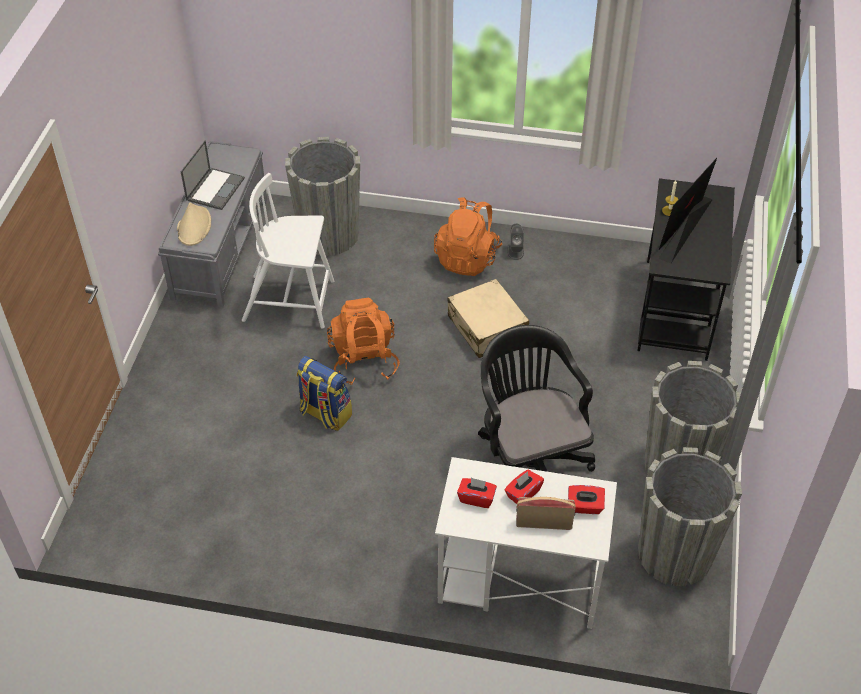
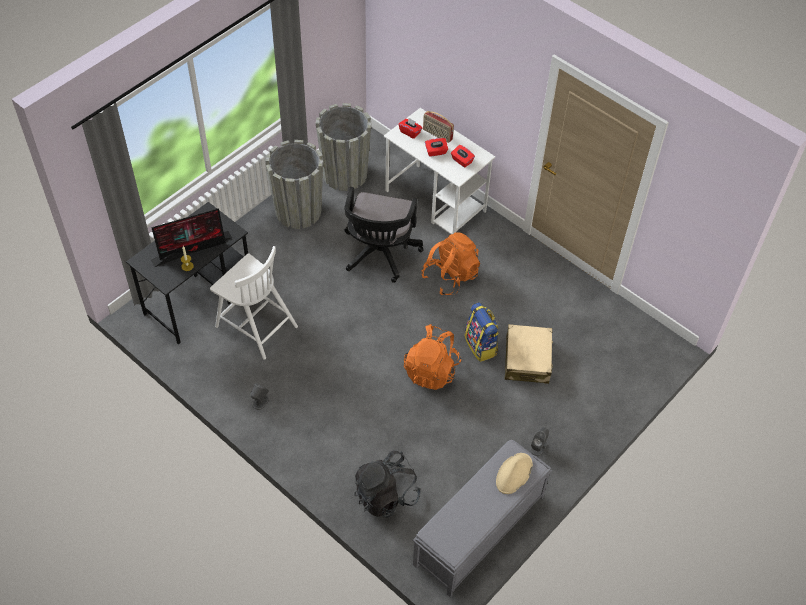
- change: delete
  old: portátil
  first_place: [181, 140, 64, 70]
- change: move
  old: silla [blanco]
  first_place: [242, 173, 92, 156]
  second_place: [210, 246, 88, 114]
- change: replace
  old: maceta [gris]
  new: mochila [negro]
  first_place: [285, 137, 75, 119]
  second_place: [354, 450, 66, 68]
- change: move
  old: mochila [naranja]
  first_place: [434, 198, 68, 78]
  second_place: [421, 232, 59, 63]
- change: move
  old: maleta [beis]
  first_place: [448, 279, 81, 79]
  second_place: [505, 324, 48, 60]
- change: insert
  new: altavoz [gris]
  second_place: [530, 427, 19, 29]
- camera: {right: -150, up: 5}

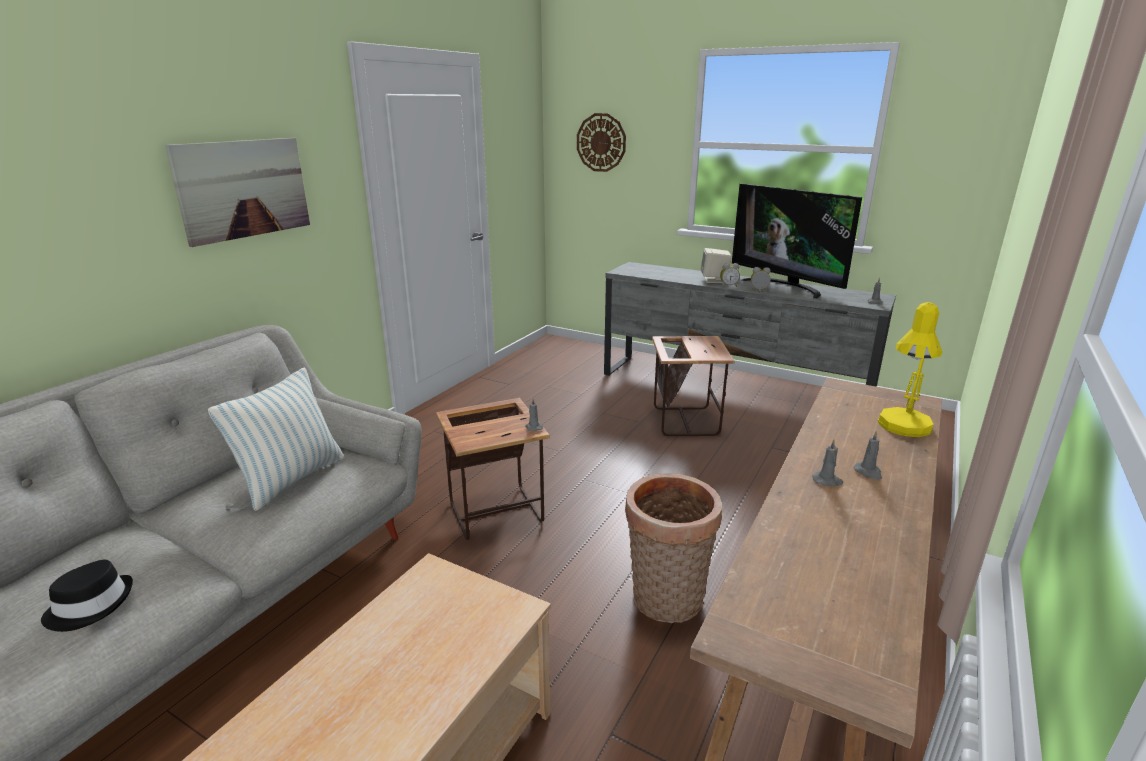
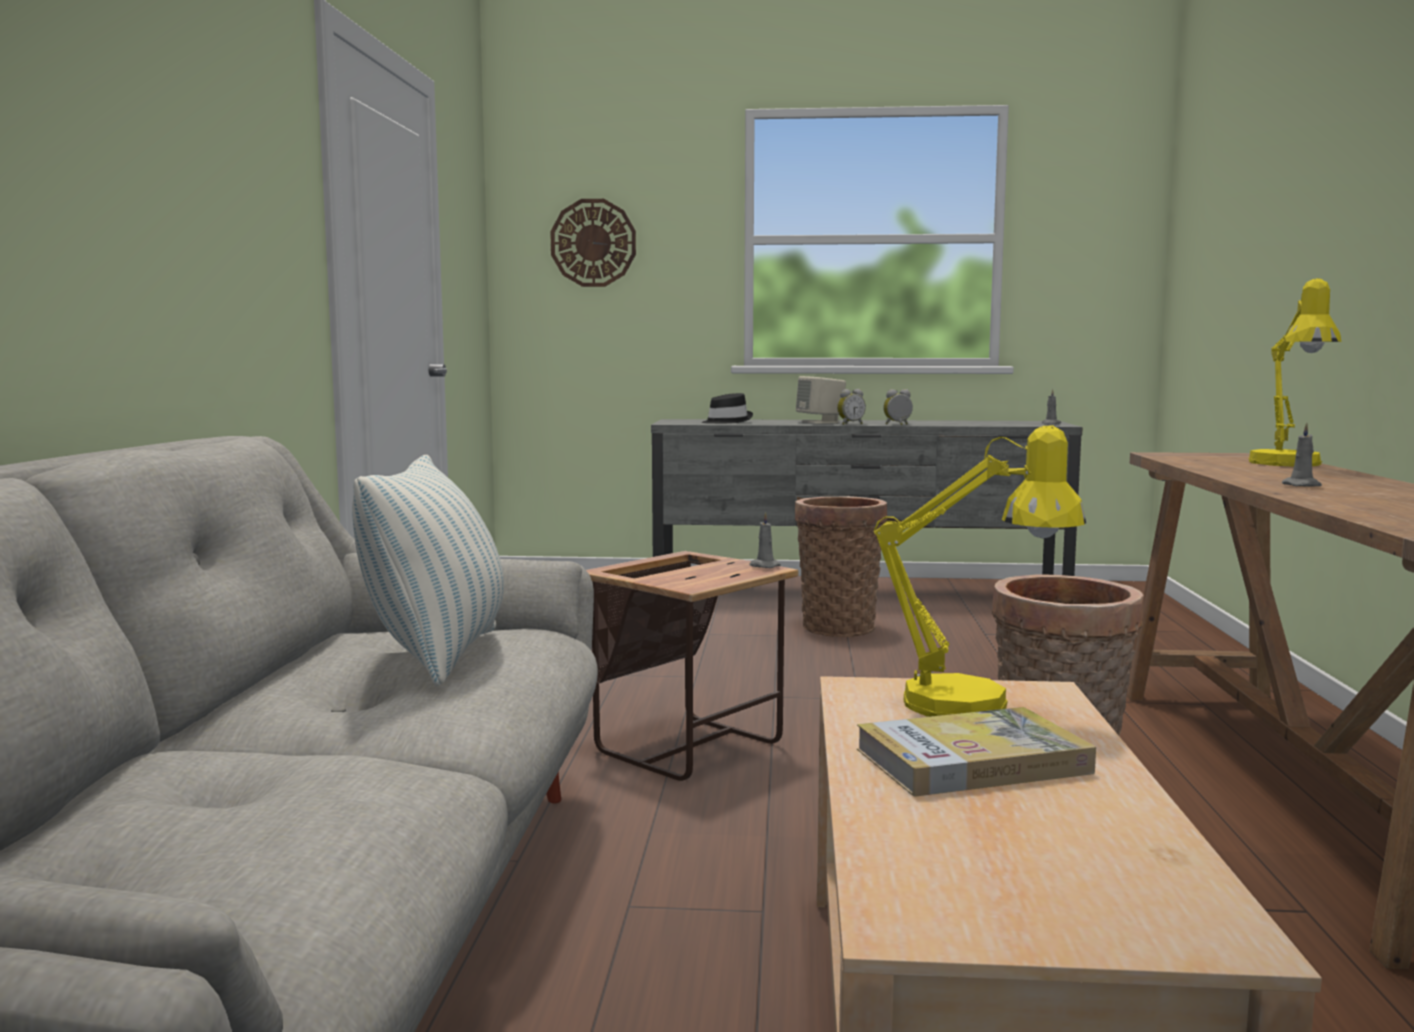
- change: move
  old: sombrero [negro]
  first_place: [41, 560, 92, 72]
  second_place: [701, 393, 52, 31]
- change: delete
  old: cuadro
  first_place: [165, 138, 145, 109]
- change: replace
  old: mesa auxiliar
  new: cesta
  first_place: [652, 336, 83, 100]
  second_place: [795, 496, 92, 141]
- change: delete
  old: televisor
  first_place: [732, 184, 130, 115]
- change: delete
  old: vela [gris]
  first_place: [854, 431, 28, 49]
- change: insert
  new: libro
  second_place: [857, 707, 239, 90]
- change: insert
  new: lámpara de mesa [amarillo]
  second_place: [874, 425, 212, 292]
- camera: {right: -25, up: -15}

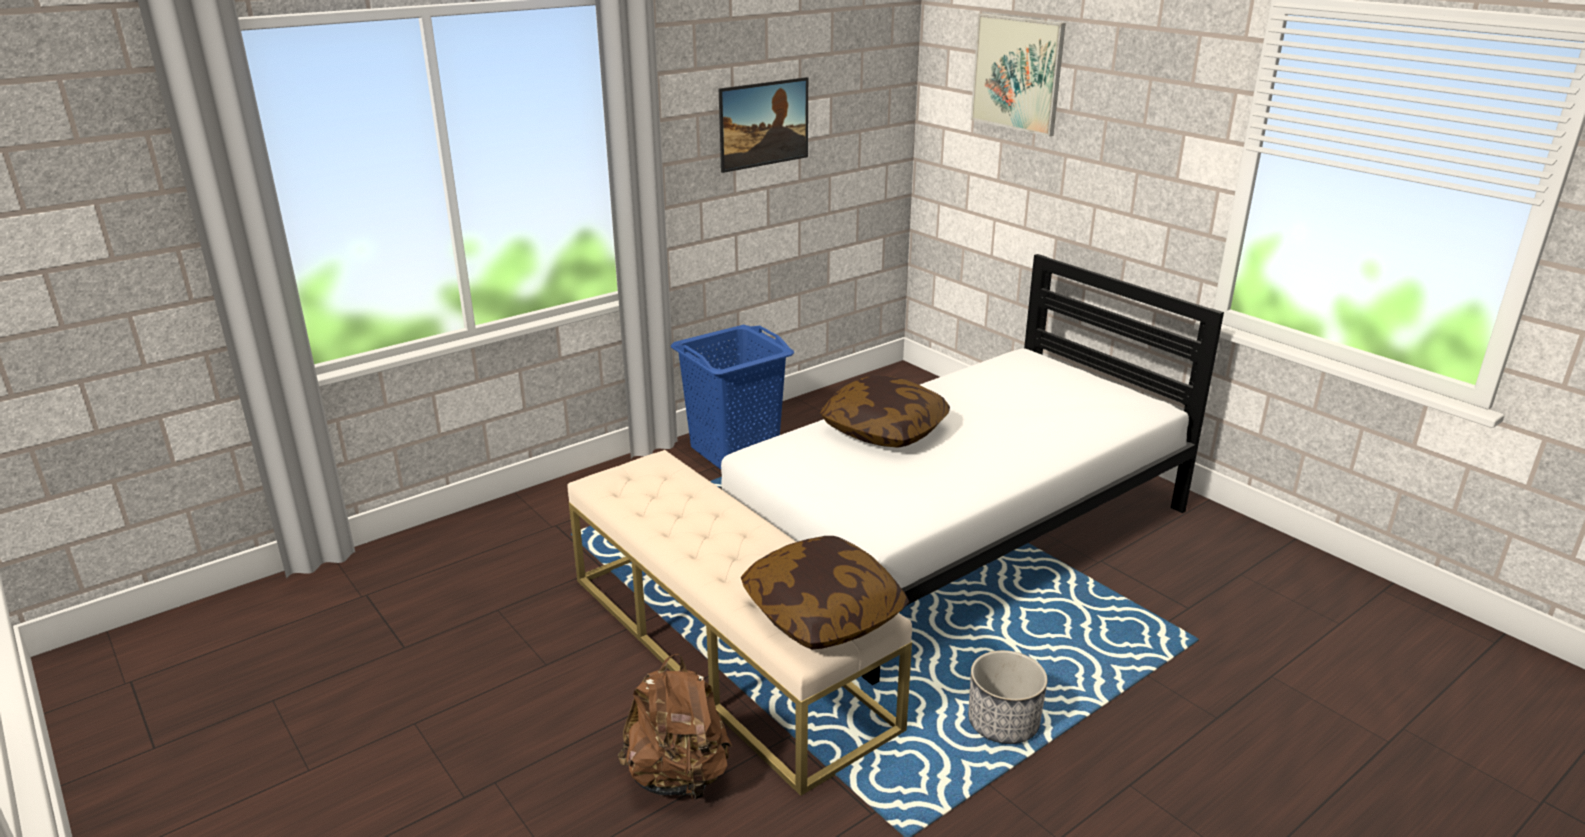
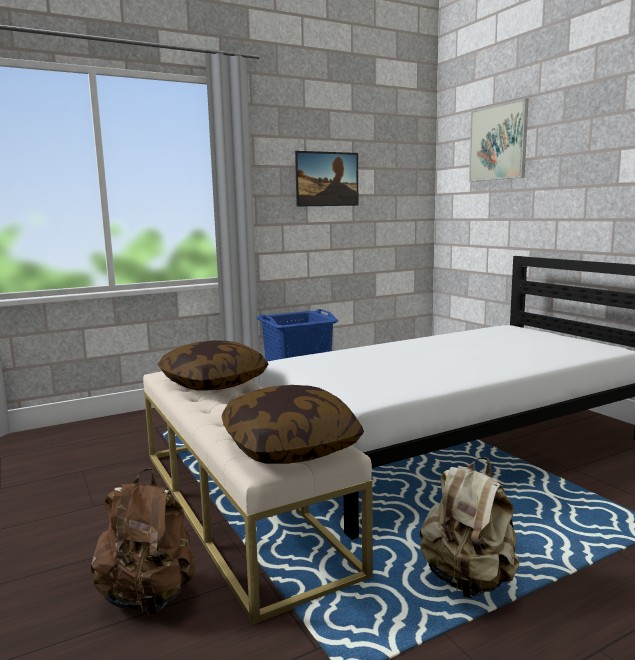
- change: move
  old: cojín
  first_place: [820, 375, 130, 73]
  second_place: [158, 340, 110, 51]
- change: replace
  old: maceta
  new: mochila [beis]
  first_place: [968, 650, 80, 94]
  second_place: [420, 457, 99, 141]
- camera: {right: 10, up: -15}

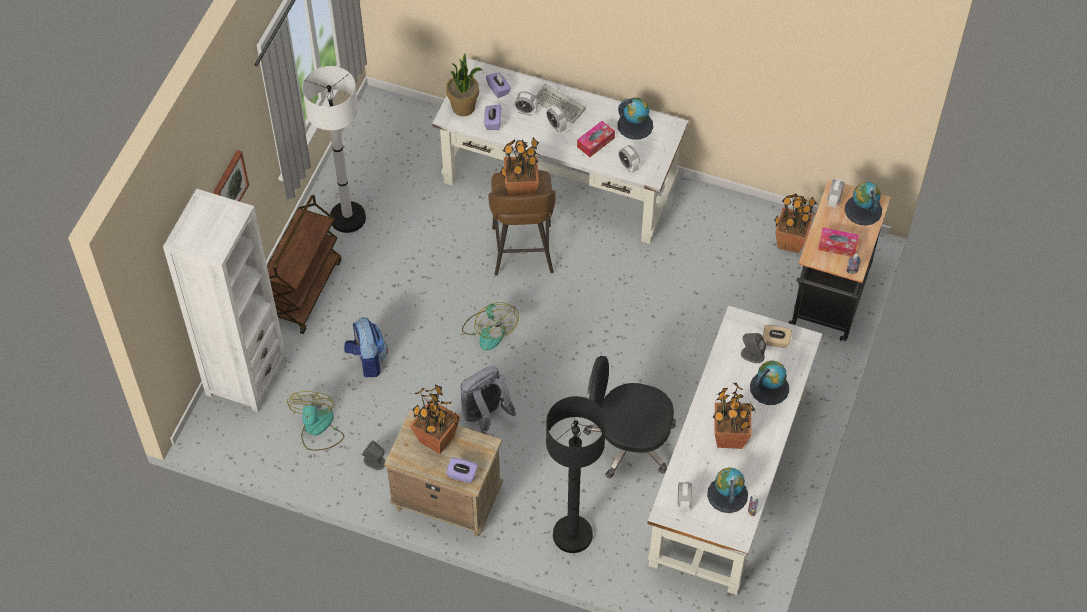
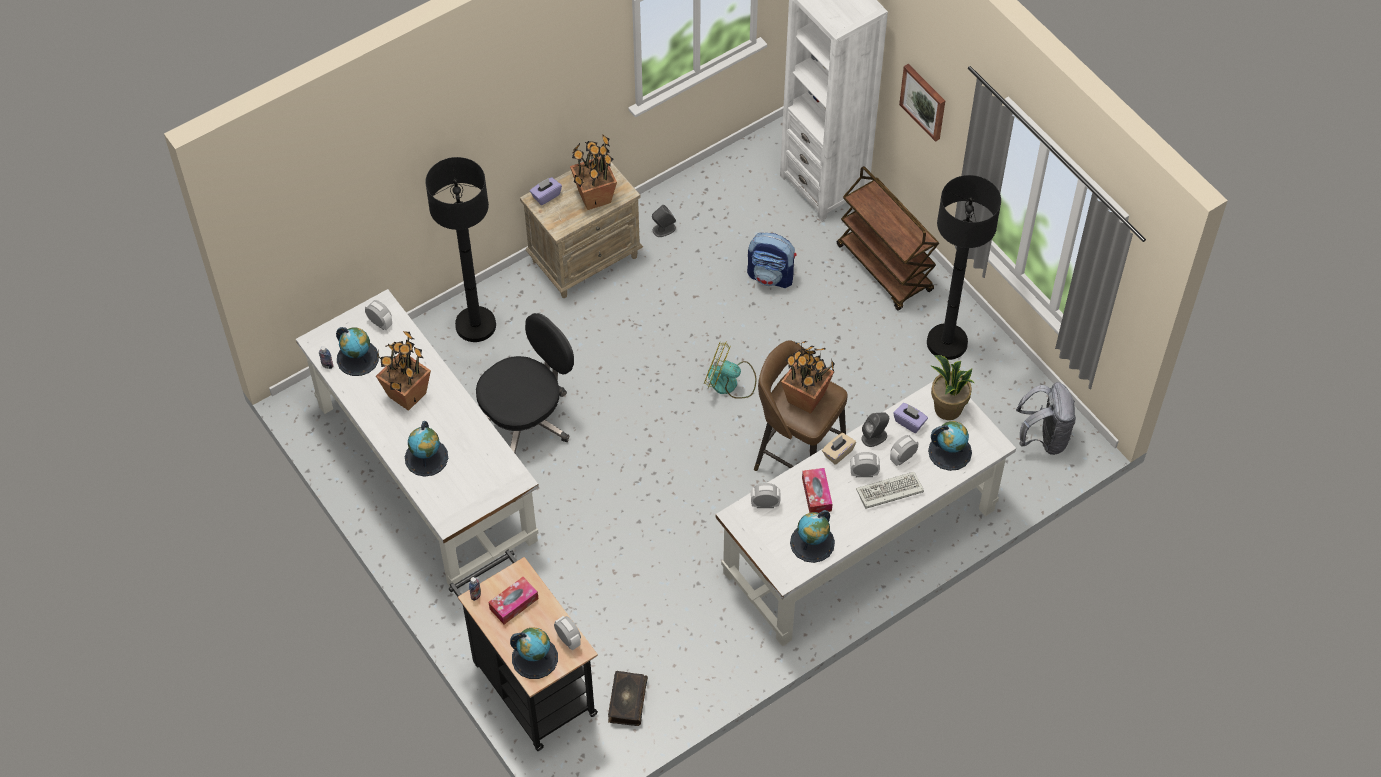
- change: delete
  old: ventilador
  first_place: [287, 391, 57, 60]
- change: recolor
  old: lámpara de pie [blanco]
  new: lámpara de pie [negro]
  first_place: [302, 66, 64, 167]
  second_place: [927, 175, 74, 185]
- change: move
  old: mochila [gris]
  first_place: [460, 366, 56, 68]
  second_place: [1016, 382, 60, 73]
- change: replace
  old: caja de pañuelos [morado]
  new: globo terráqueo
  first_place: [486, 72, 25, 26]
  second_place: [928, 421, 44, 50]
- change: move
  old: altavoz [gris]
  first_place: [741, 333, 25, 30]
  second_place: [861, 412, 28, 35]
- change: move
  old: caja de pañuelos [beis]
  first_place: [763, 325, 29, 23]
  second_place: [822, 433, 34, 32]
- change: replace
  old: planta en maceta
  new: libro
  first_place: [775, 193, 42, 60]
  second_place: [608, 671, 40, 55]
- camera: {right: 125, up: 0}

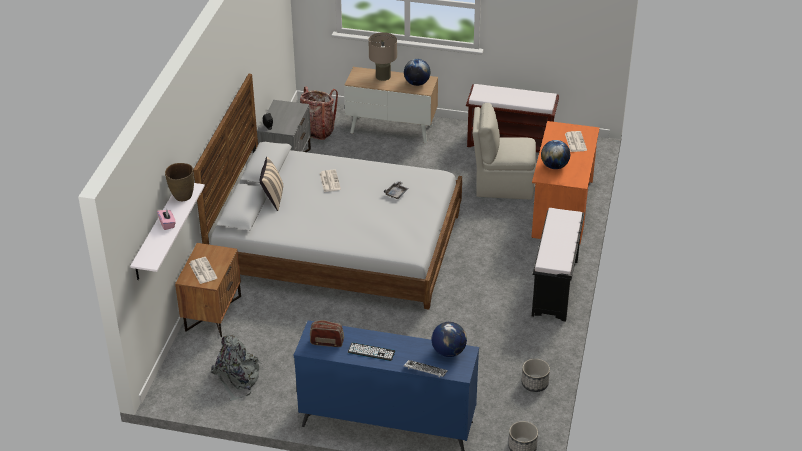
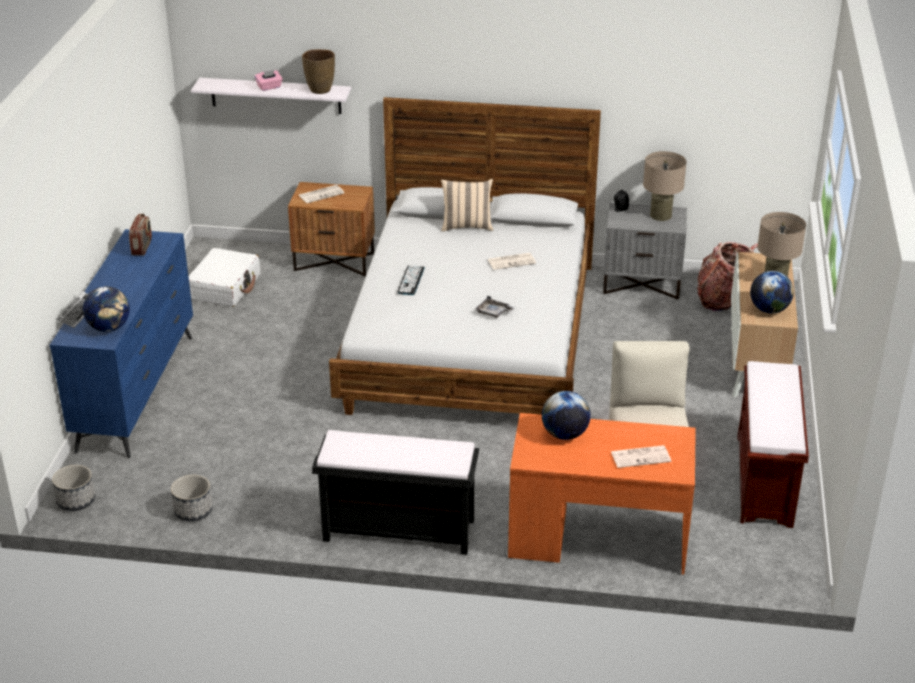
- change: replace
  old: mochila [gris]
  new: maleta [blanco]
  first_place: [211, 335, 51, 66]
  second_place: [188, 248, 72, 59]
- change: move
  old: teclado
  first_place: [348, 342, 47, 19]
  second_place: [397, 265, 28, 30]
- change: insert
  new: lámpara de mesa [beis]
  second_place: [643, 151, 44, 70]
- camera: {right: 85, up: -5}

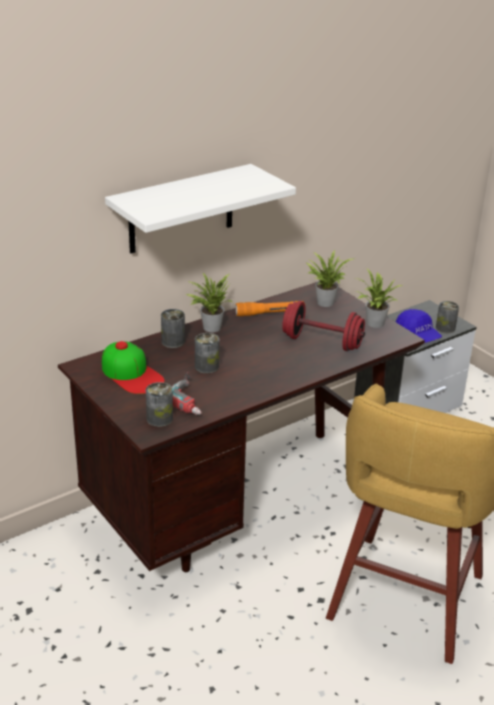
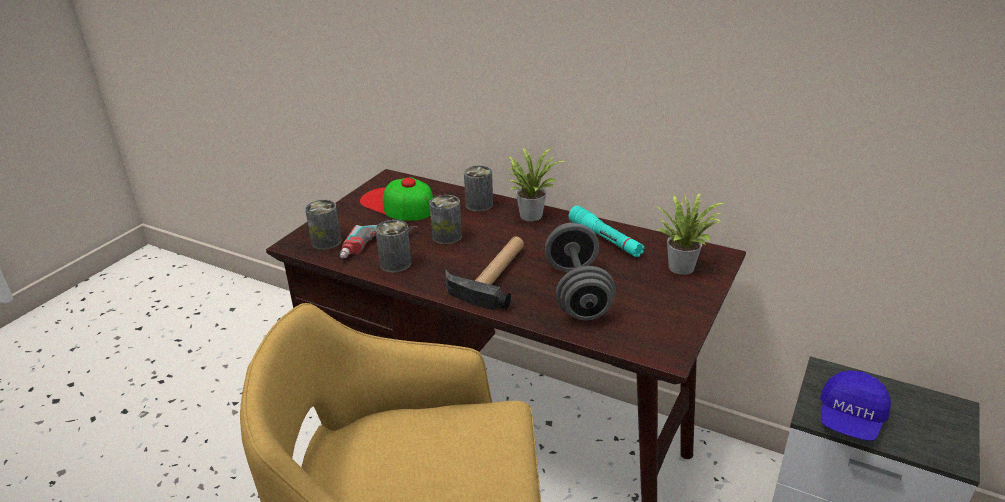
- change: rotate
  old: gorra
  first_place: [102, 341, 63, 53]
  second_place: [360, 177, 73, 44]
  degrees: 105
- change: delete
  old: estante [blanco]
  first_place: [105, 164, 191, 89]
- change: recolor
  old: linterna [naranja]
  new: linterna [turquesa]
  first_place: [235, 301, 69, 15]
  second_place: [569, 206, 75, 51]
- change: recolor
  old: mancuerna [rojo]
  new: mancuerna [gris]
  first_place: [282, 301, 83, 50]
  second_place: [545, 223, 71, 97]
- change: delete
  old: planta en maceta
  first_place: [355, 268, 48, 60]
- change: move
  old: lata
  first_place: [436, 301, 23, 32]
  second_place: [376, 220, 35, 53]
- change: insert
  new: martillo
  second_place: [445, 236, 79, 74]
- camera: {right: 65, up: 0}

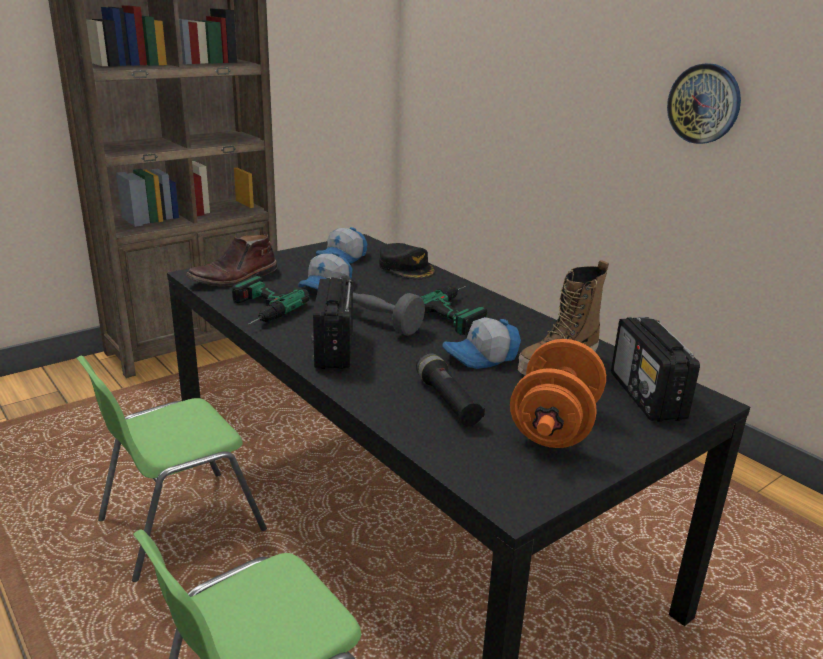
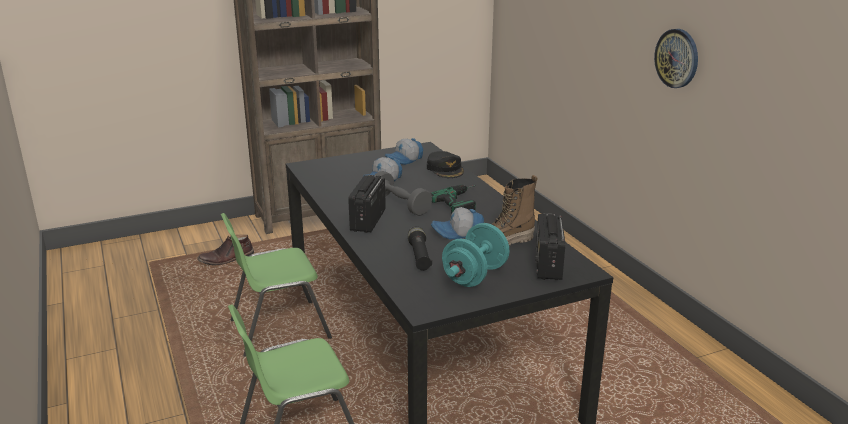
- change: move
  old: bota [marrón]
  first_place: [186, 234, 91, 52]
  second_place: [197, 235, 57, 31]
- change: delete
  old: taladro
  first_place: [232, 276, 77, 49]
- change: recolor
  old: mancuerna [naranja]
  new: mancuerna [turquesa]
  first_place: [510, 339, 96, 109]
  second_place: [442, 223, 68, 64]
- camera: {right: 15, up: 0}

